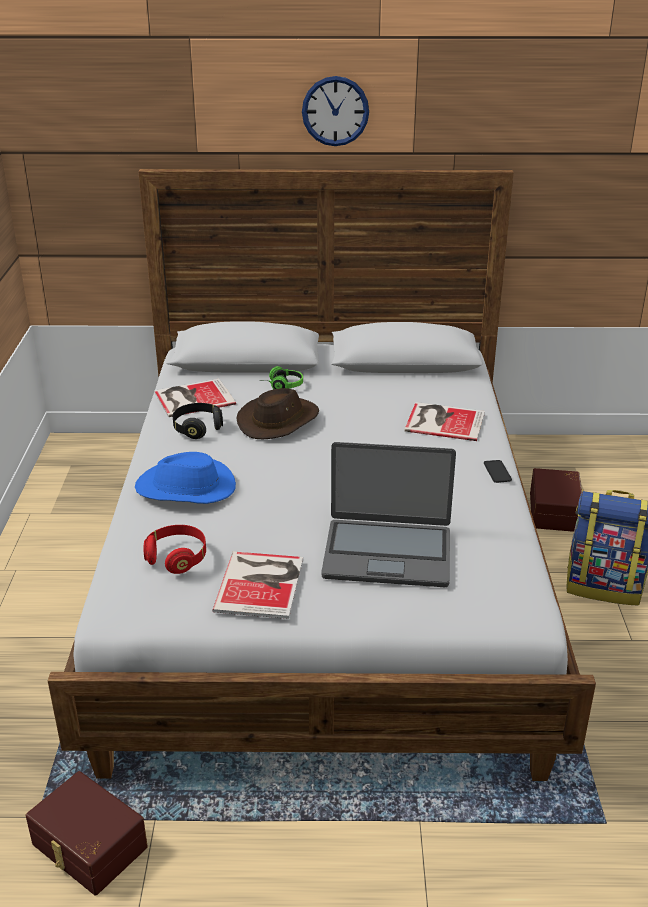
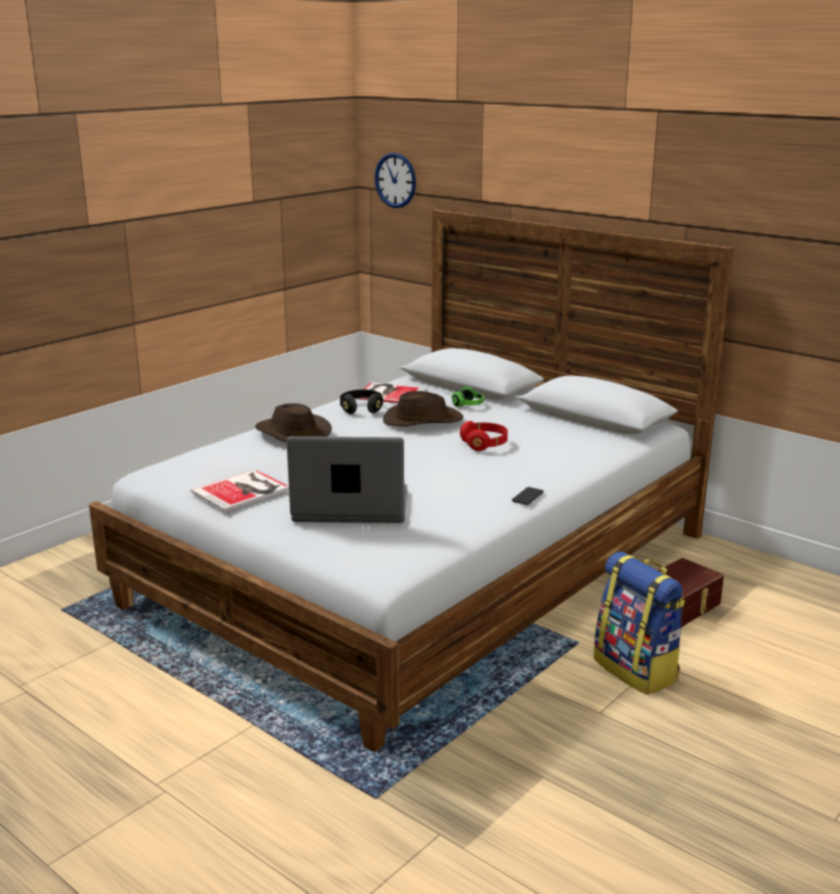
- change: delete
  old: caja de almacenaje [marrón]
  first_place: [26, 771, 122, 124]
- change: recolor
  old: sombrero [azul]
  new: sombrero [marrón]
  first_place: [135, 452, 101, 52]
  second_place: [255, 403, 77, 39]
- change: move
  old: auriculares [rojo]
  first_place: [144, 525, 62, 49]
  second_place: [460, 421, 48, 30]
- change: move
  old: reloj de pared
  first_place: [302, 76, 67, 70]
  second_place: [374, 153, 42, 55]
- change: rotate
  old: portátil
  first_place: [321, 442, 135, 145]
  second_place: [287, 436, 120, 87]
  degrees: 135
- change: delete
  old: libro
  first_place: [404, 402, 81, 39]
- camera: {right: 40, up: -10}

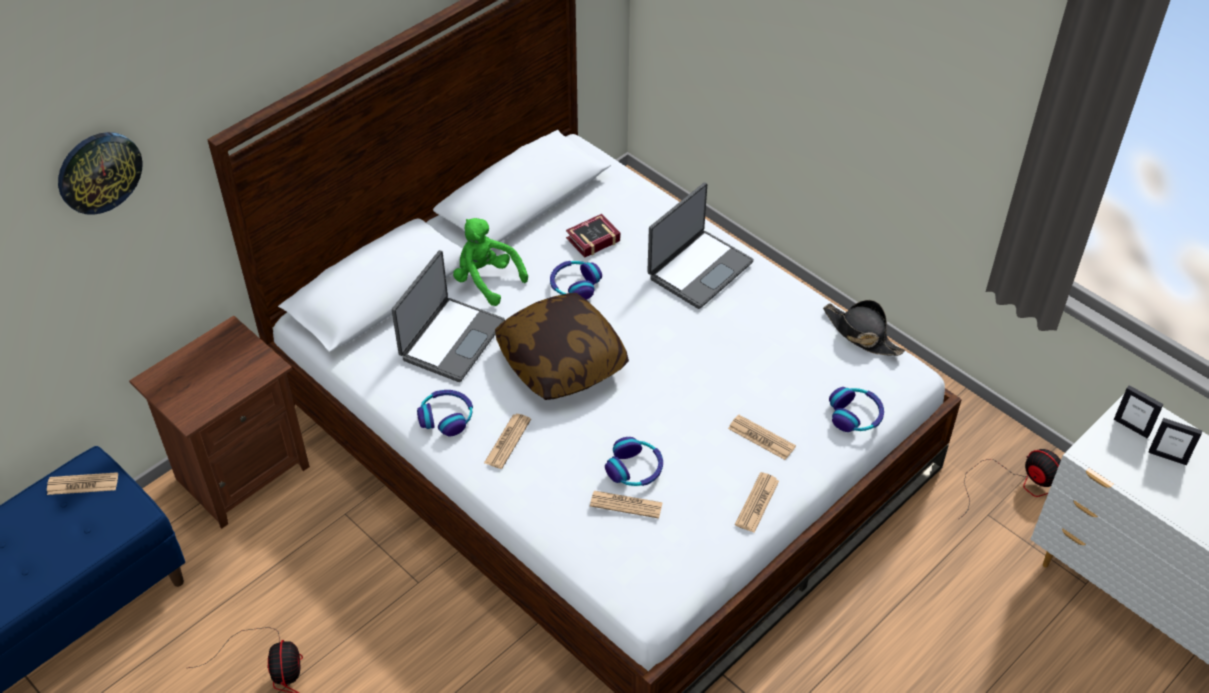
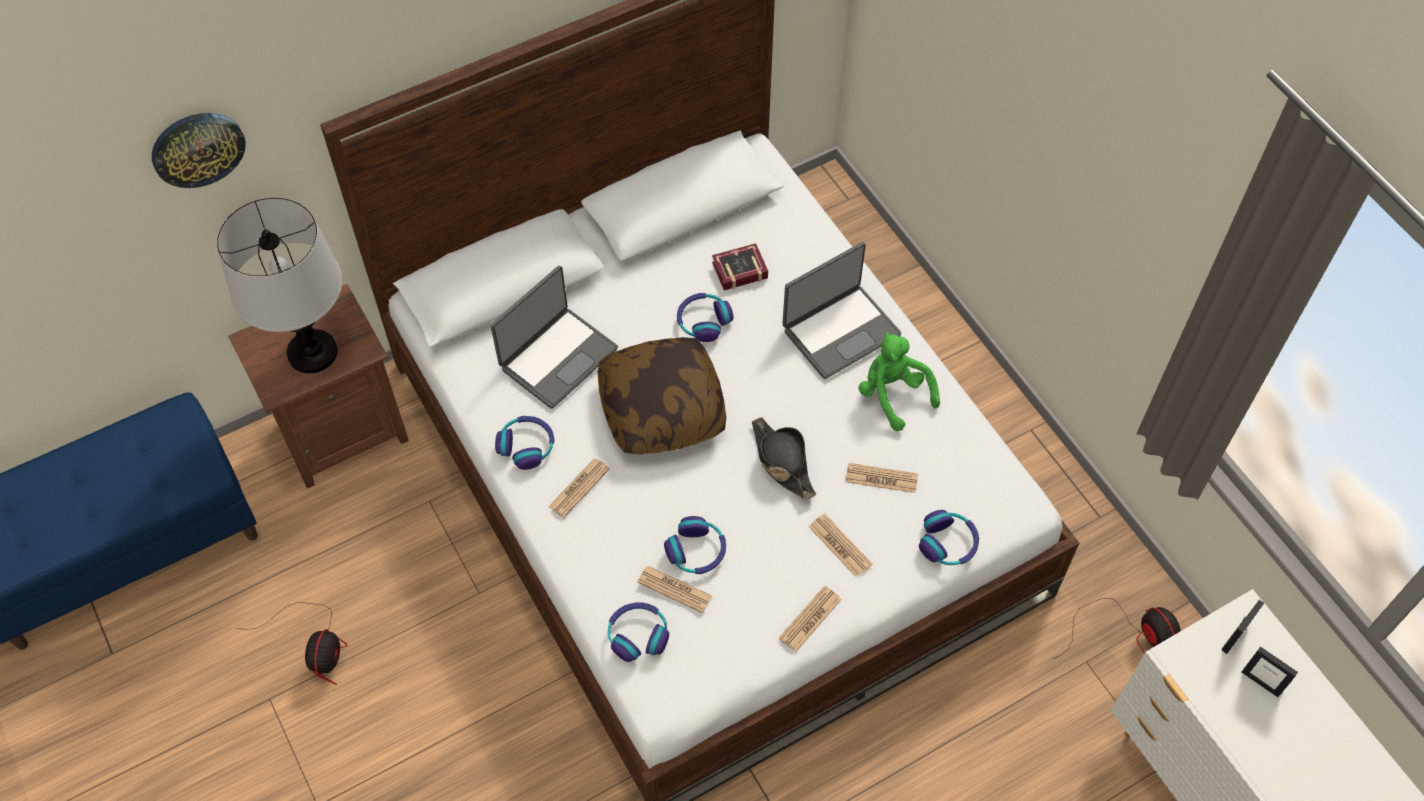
- change: move
  old: periódico
  first_place: [47, 472, 71, 23]
  second_place: [846, 463, 72, 30]
- change: move
  old: peluche [verde]
  first_place: [453, 218, 75, 88]
  second_place: [859, 332, 81, 99]
- change: move
  old: sombrero [negro]
  first_place: [823, 300, 82, 56]
  second_place: [752, 417, 64, 82]
- change: rotate
  old: portarretratos
  first_place: [1114, 385, 50, 53]
  second_place: [1222, 600, 42, 54]
  degrees: -105
- change: insert
  new: lámpara de mesa
  second_place: [217, 197, 125, 176]
- change: insert
  new: auriculares
  second_place: [608, 602, 61, 60]
- camera: {right: 15, up: 10}

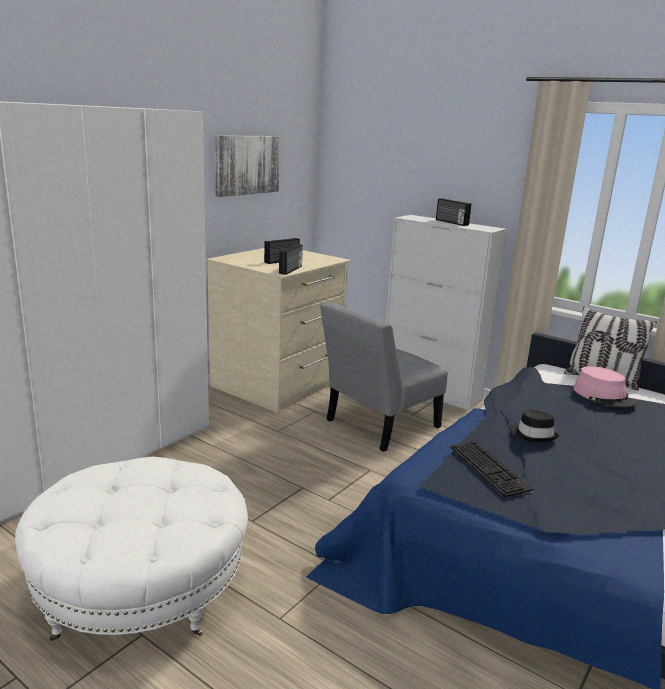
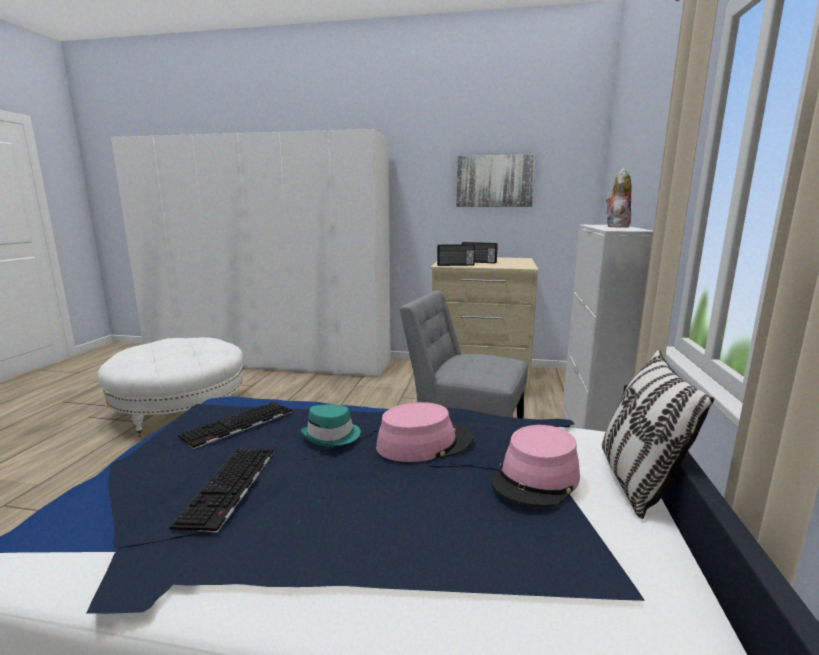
- change: replace
  old: radio
  new: peluche
  first_place: [436, 198, 35, 28]
  second_place: [606, 168, 26, 60]
- change: recolor
  old: sombrero [negro]
  new: sombrero [turquesa]
  first_place: [512, 410, 47, 32]
  second_place: [301, 404, 60, 43]
- change: insert
  new: teclado
  second_place: [169, 448, 105, 85]
- change: insert
  new: sombrero [rosa]
  second_place: [376, 402, 97, 60]
- camera: {right: 65, up: -5}

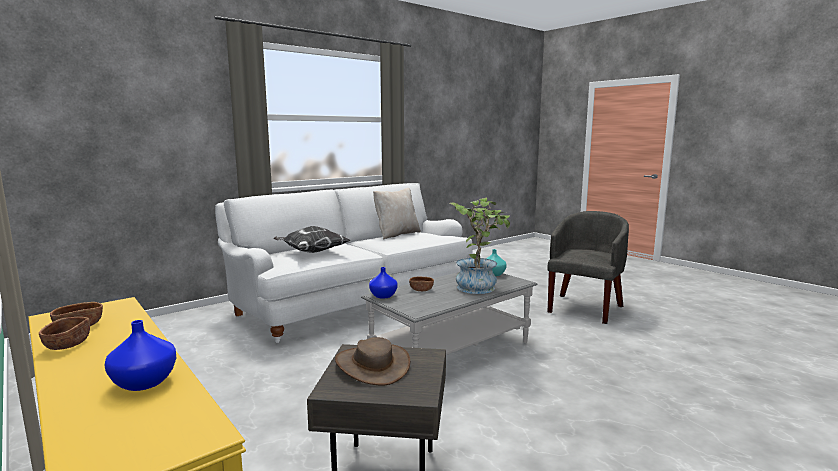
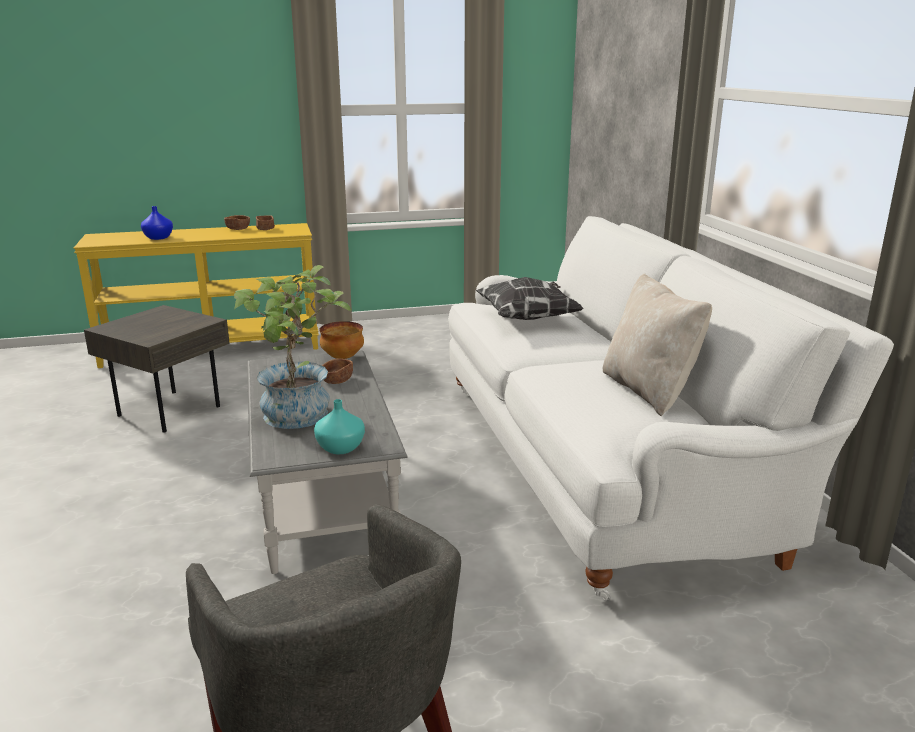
- change: delete
  old: sombrero [marrón]
  first_place: [335, 337, 75, 48]
- change: replace
  old: florero [azul]
  new: cuenco
  first_place: [369, 267, 29, 32]
  second_place: [319, 321, 45, 38]
- camera: {right: 115, up: 10}

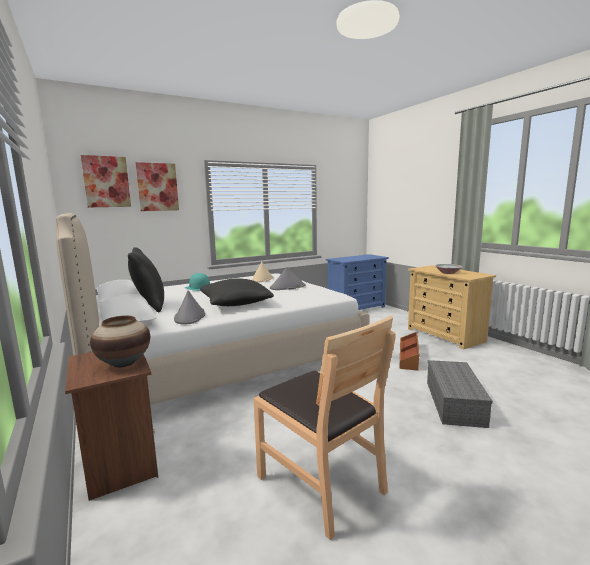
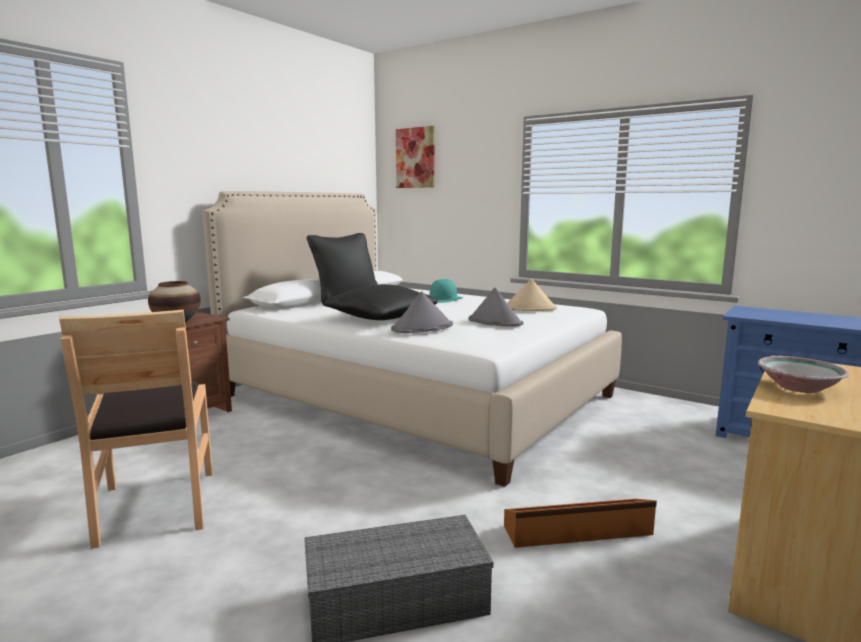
- change: delete
  old: cuadro
  first_place: [135, 162, 44, 49]
- change: move
  old: sombrero [gris]
  first_place: [174, 290, 31, 35]
  second_place: [391, 291, 62, 42]
- change: rotate
  old: silla [marrón]
  first_place: [253, 316, 142, 224]
  second_place: [59, 310, 154, 239]
  degrees: -45
- camera: {right: 65, up: 0}

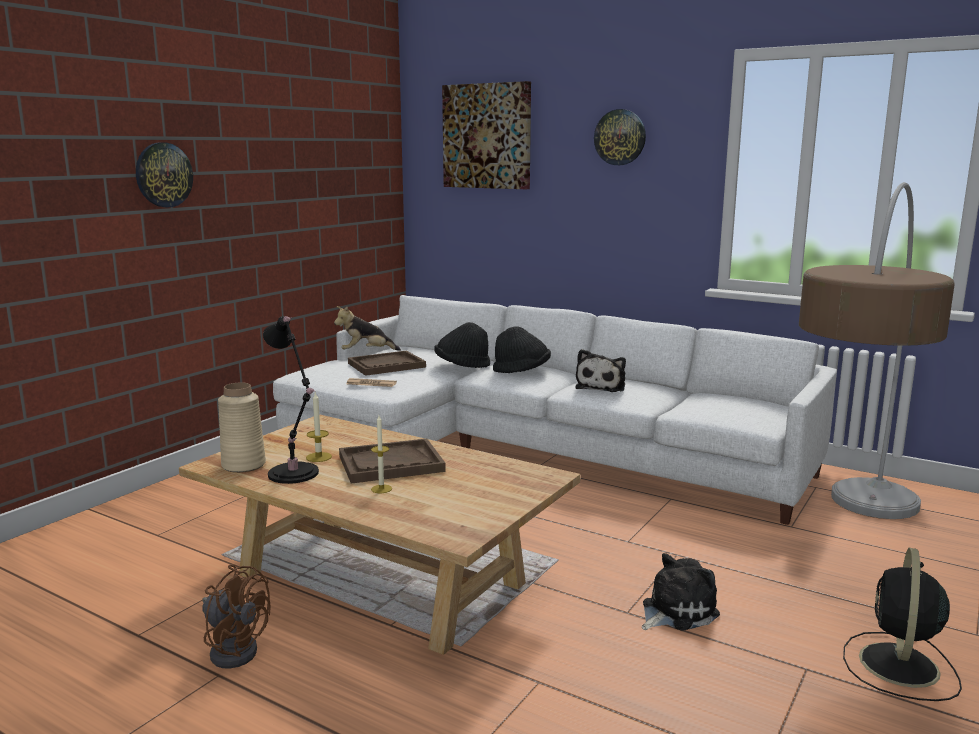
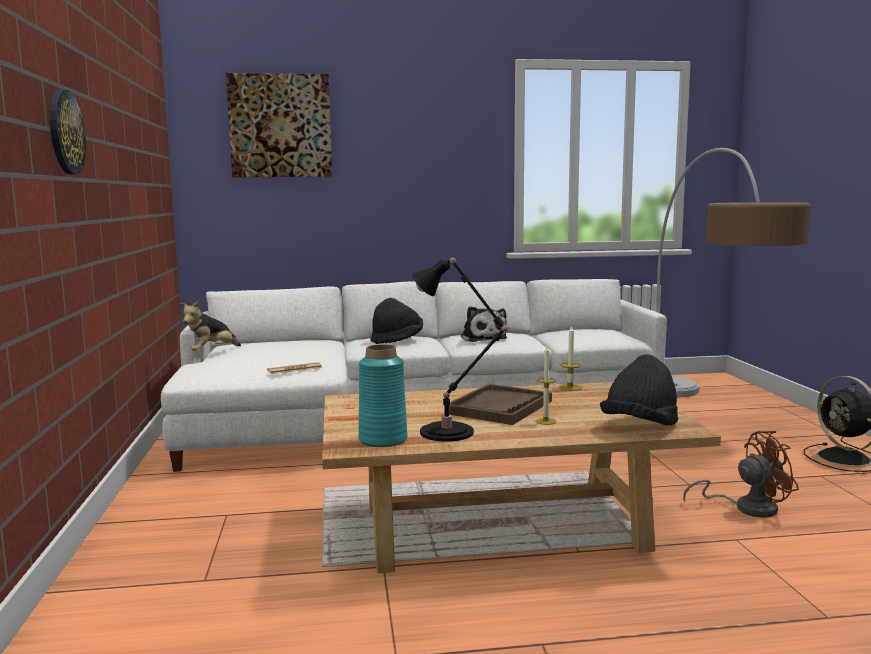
- change: move
  old: ventilador [marrón]
  first_place: [202, 565, 69, 103]
  second_place: [683, 431, 116, 87]
- change: recolor
  old: florero [beis]
  new: florero [turquesa]
  first_place: [218, 382, 48, 91]
  second_place: [358, 344, 50, 103]
- change: move
  old: vela
  first_place: [306, 393, 26, 69]
  second_place: [558, 325, 24, 66]
- change: delete
  old: bandeja [marrón]
  first_place: [348, 351, 78, 25]
- change: move
  old: sombrero [negro]
  first_place: [434, 322, 56, 46]
  second_place: [600, 354, 78, 71]
- change: delete
  old: reloj de pared
  first_place: [594, 109, 52, 56]
- change: delete
  old: peluche
  first_place: [642, 553, 78, 78]
- camera: {right: -40, up: -5}

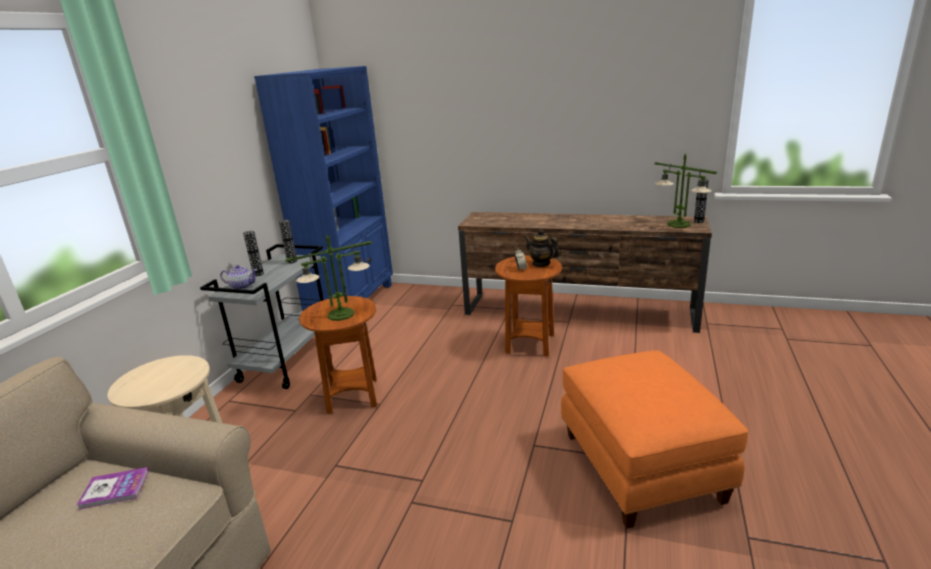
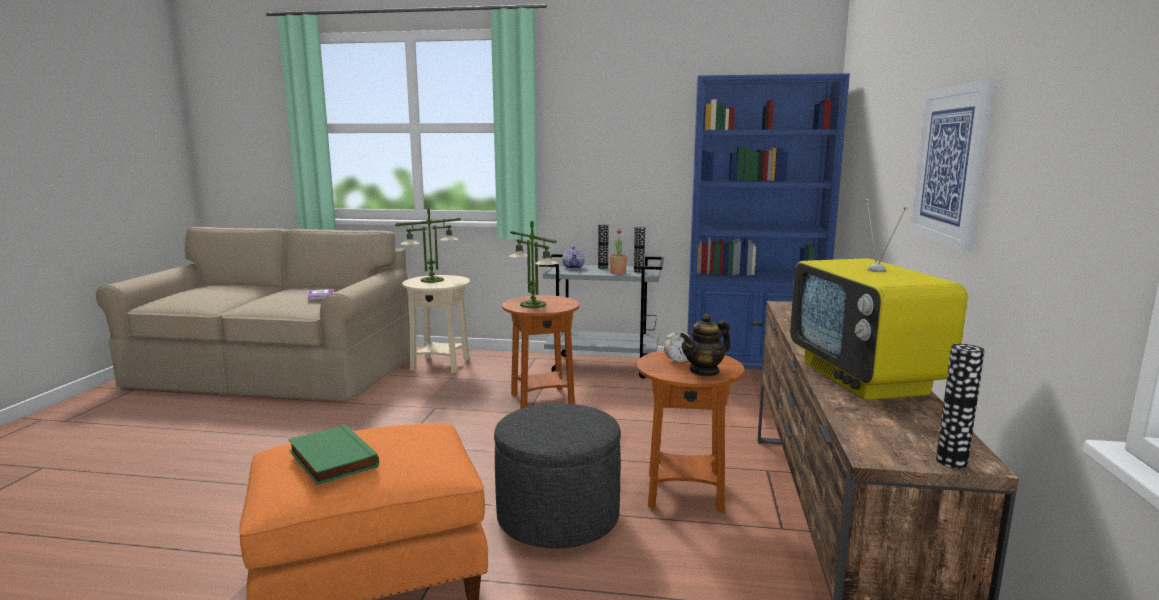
- change: rotate
  old: tetera
  first_place: [524, 229, 36, 38]
  second_place: [680, 314, 50, 62]
  degrees: -150
- change: move
  old: lámpara de mesa
  first_place: [655, 154, 62, 74]
  second_place: [395, 208, 66, 75]
- change: insert
  new: libro [verde]
  second_place: [288, 424, 91, 61]
- change: insert
  new: puf [gris]
  second_place: [494, 403, 127, 145]
- change: insert
  new: planta en maceta
  second_place: [610, 229, 17, 46]
- change: insert
  new: televisor
  second_place: [790, 199, 178, 201]
- change: insert
  new: cuadro
  second_place: [910, 79, 85, 173]
- camera: {right: 80, up: -10}

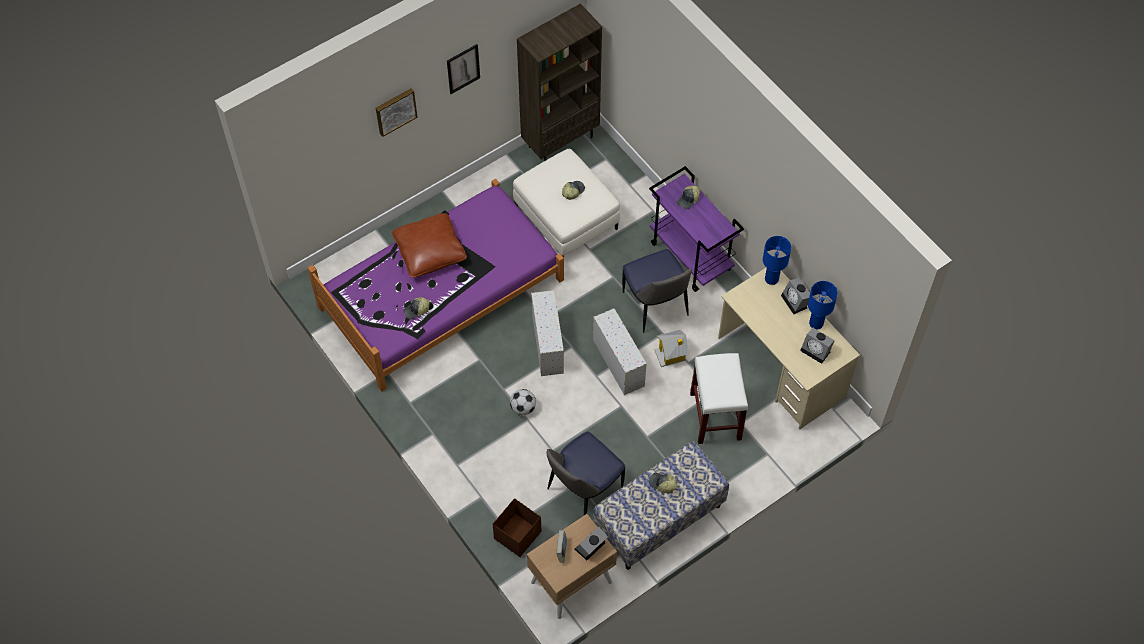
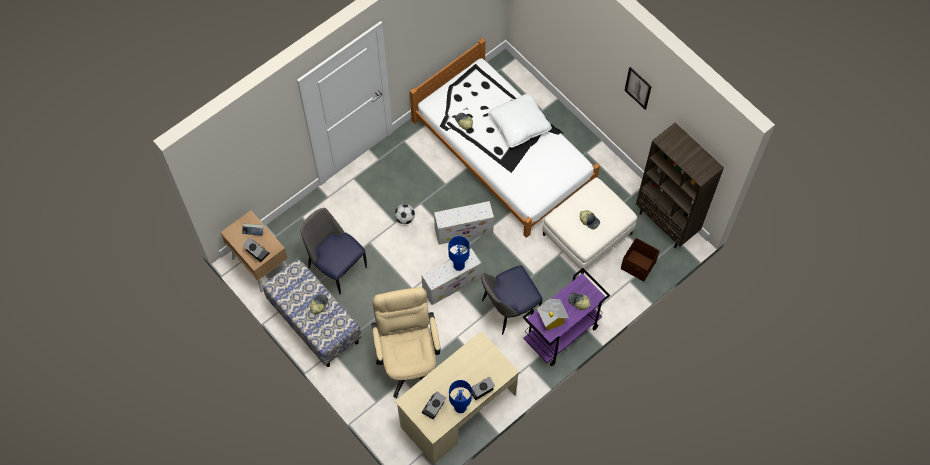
- change: recolor
  old: cama [morado]
  new: cama [blanco]
  first_place: [308, 179, 256, 213]
  second_place: [410, 38, 190, 200]
- change: delete
  old: cuadro
  first_place: [376, 88, 41, 49]
- change: recolor
  old: cojín [marrón]
  new: cojín [blanco]
  first_place: [392, 213, 75, 65]
  second_place: [488, 93, 64, 55]
- change: move
  old: caja de almacenaje [marrón]
  first_place: [493, 498, 49, 59]
  second_place: [621, 238, 39, 44]
- change: move
  old: casita
  first_place: [655, 330, 35, 37]
  second_place: [537, 299, 32, 32]
- change: replace
  old: taburete [blanco]
  new: silla de oficina [beis]
  first_place: [690, 353, 58, 91]
  second_place: [371, 287, 69, 111]
- change: move
  old: lámpara de mesa [azul]
  first_place: [763, 236, 28, 49]
  second_place: [448, 236, 22, 35]
- camera: {right: 85, up: 5}

